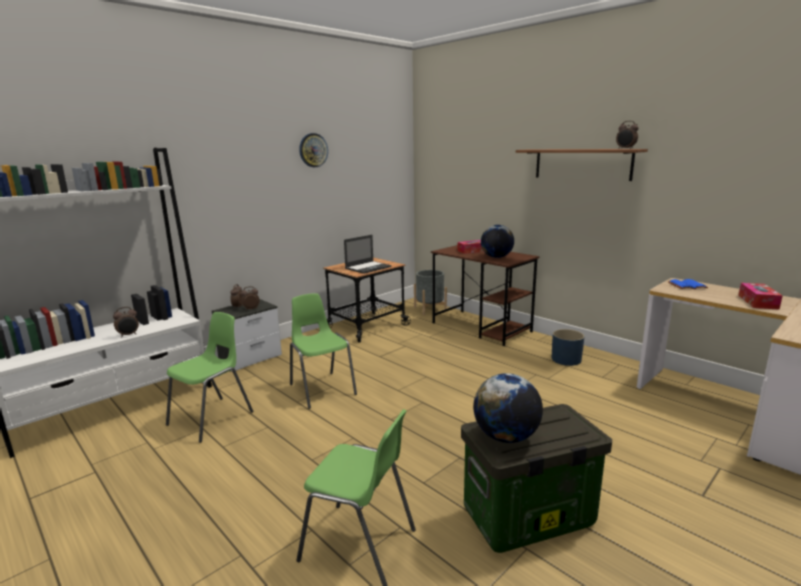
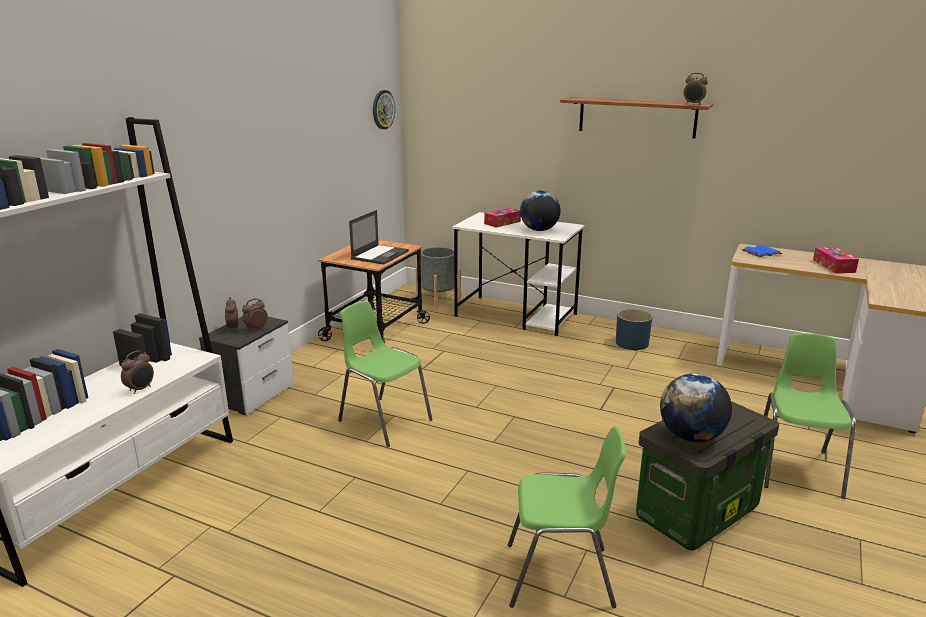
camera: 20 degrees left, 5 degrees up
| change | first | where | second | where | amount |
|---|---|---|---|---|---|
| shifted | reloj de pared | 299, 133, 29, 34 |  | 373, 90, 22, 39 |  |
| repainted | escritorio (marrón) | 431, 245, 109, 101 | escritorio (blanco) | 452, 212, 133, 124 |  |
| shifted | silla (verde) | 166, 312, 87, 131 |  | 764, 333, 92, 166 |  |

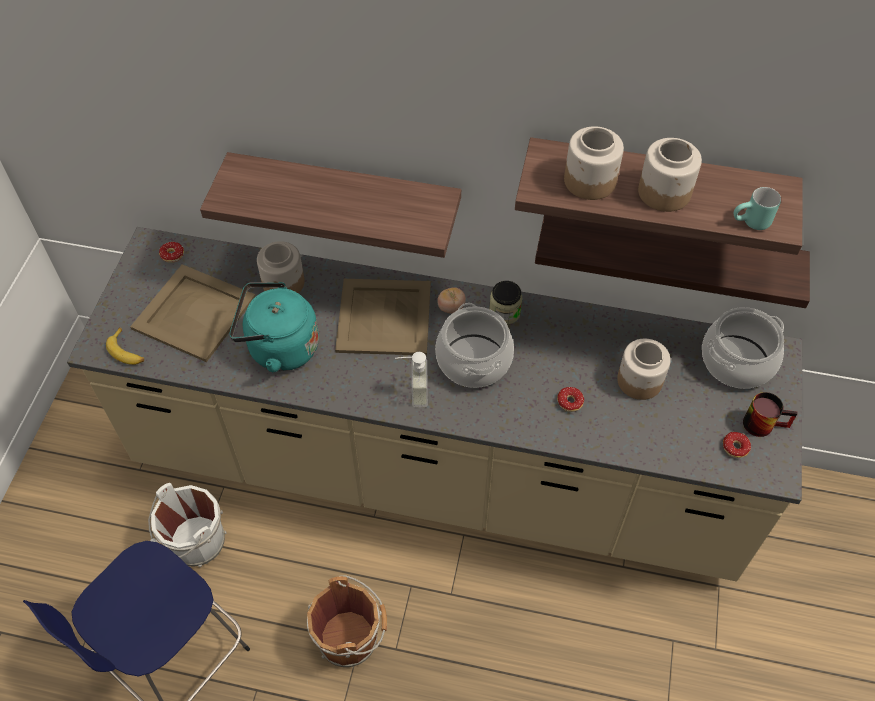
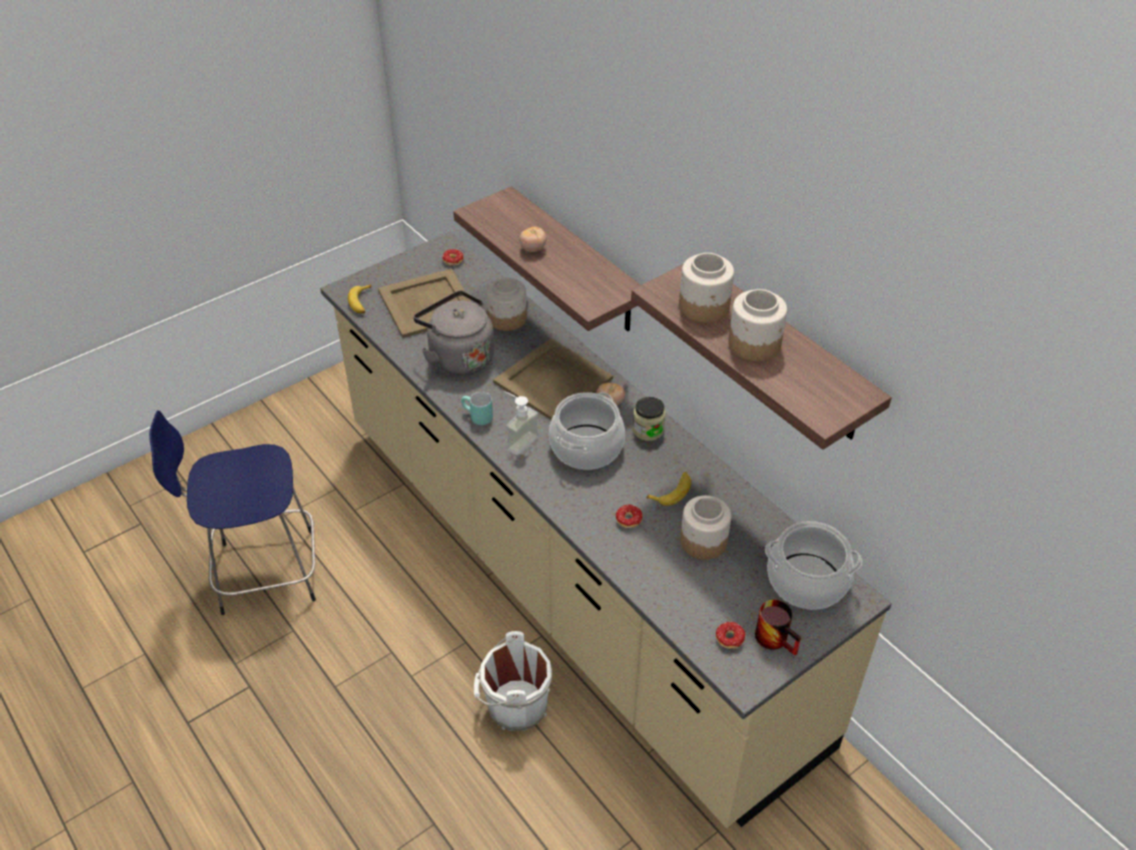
camera: 40 degrees right, 10 degrees down
| change | first | where | second | where | amount |
|---|---|---|---|---|---|
| repainted | hervidor (turquesa) | 230, 282, 89, 90 | hervidor (gris) | 413, 291, 82, 85 |  |
| shifted | taza grande (turquesa) | 734, 187, 47, 43 |  | 461, 392, 32, 33 |  |
| shifted | cubo (blanco) | 148, 483, 79, 84 |  | 474, 631, 78, 100 |  |
| new |  |  | tomate | 519, 227, 27, 25 |  |
| new |  |  | plátano | 646, 472, 45, 34 |  |
| gone | cubo (marrón) | 307, 575, 80, 92 |  |  |  |
| gone | estante | 535, 215, 275, 93 |  |  |  |

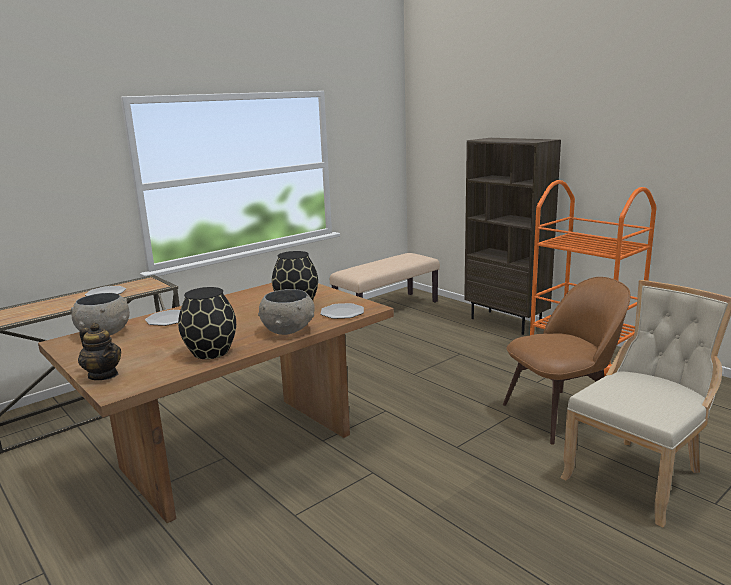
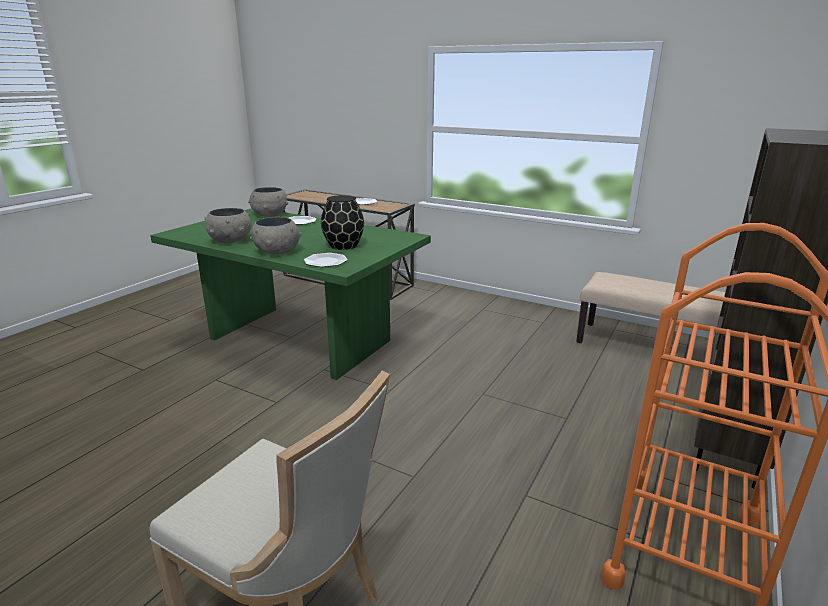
camera: 70 degrees right, 5 degrees up
| change | first | where | second | where | amount |
|---|---|---|---|---|---|
| repainted | mesa de comedor (marrón) | 38, 283, 356, 240 | mesa de comedor (verde) | 150, 208, 281, 172 |  |
| swapped | florero (negro) | 178, 287, 58, 72 | cuenco (gris) | 205, 208, 46, 35 |  |
| gone | tetera | 78, 323, 43, 57 |  |  |  |
| gone | silla (marrón) | 503, 277, 127, 168 |  |  |  |

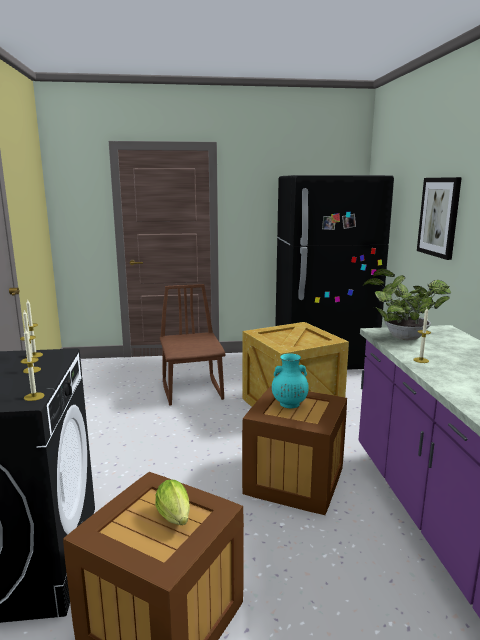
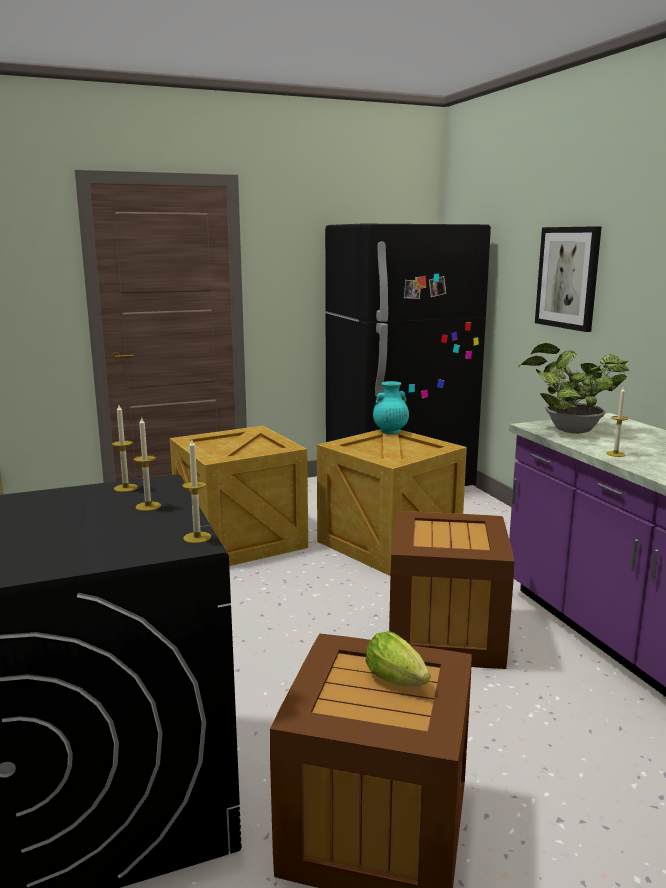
camera: 15 degrees left, 0 degrees up
| change | first | where | second | where | amount |
|---|---|---|---|---|---|
| swapped | silla (marrón) | 160, 284, 65, 122 | caja de embalaje | 170, 426, 138, 140 |  |
| shifted | florero (turquesa) | 272, 353, 37, 55 |  | 373, 381, 36, 53 |  |

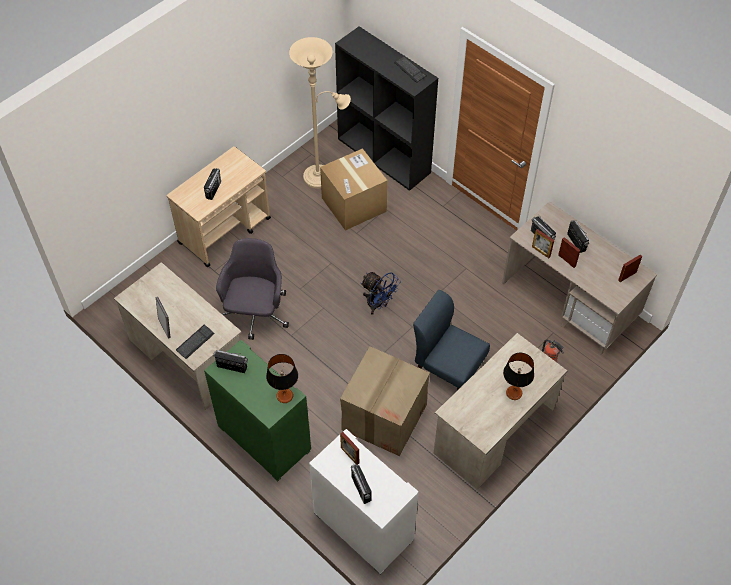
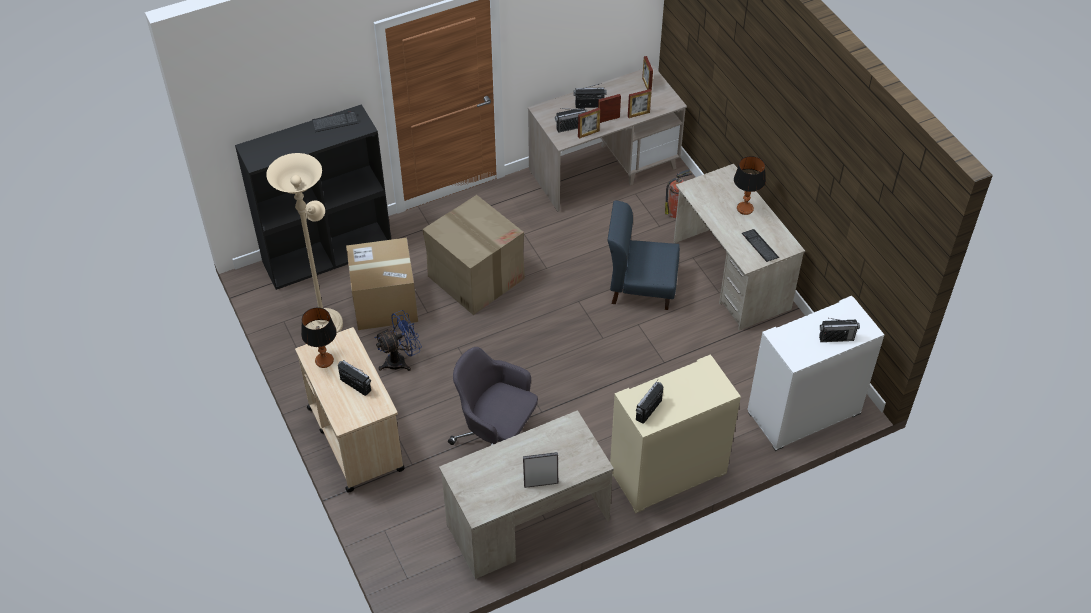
camera: 70 degrees left, 5 degrees down
| change | first | where | second | where | amount |
|---|---|---|---|---|---|
| shifted | lámpara de mesa | 266, 354, 32, 49 |  | 301, 308, 36, 60 |  |
| shifted | ventilador (azul) | 361, 272, 40, 43 |  | 375, 310, 47, 61 |  |
| shifted | caja de cartón | 340, 346, 90, 110 |  | 422, 195, 103, 120 |  |
| rotated | silla (azul) | 413, 290, 77, 100 |  | 608, 200, 72, 110 | 45 degrees clockwise |
| repainted | armario (verde) | 204, 340, 107, 141 | armario (beis) | 610, 355, 131, 158 |  |
| shifted | portarretratos | 340, 432, 19, 33 |  | 628, 89, 24, 29 |  |
| shifted | teclado | 176, 325, 39, 34 |  | 742, 229, 37, 33 |  |

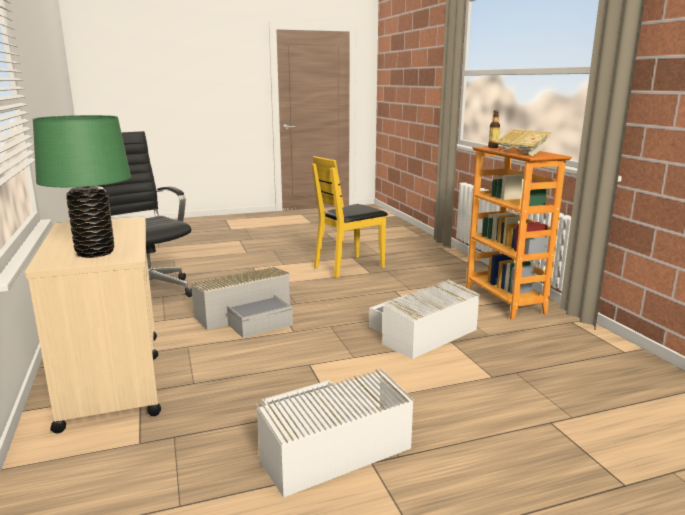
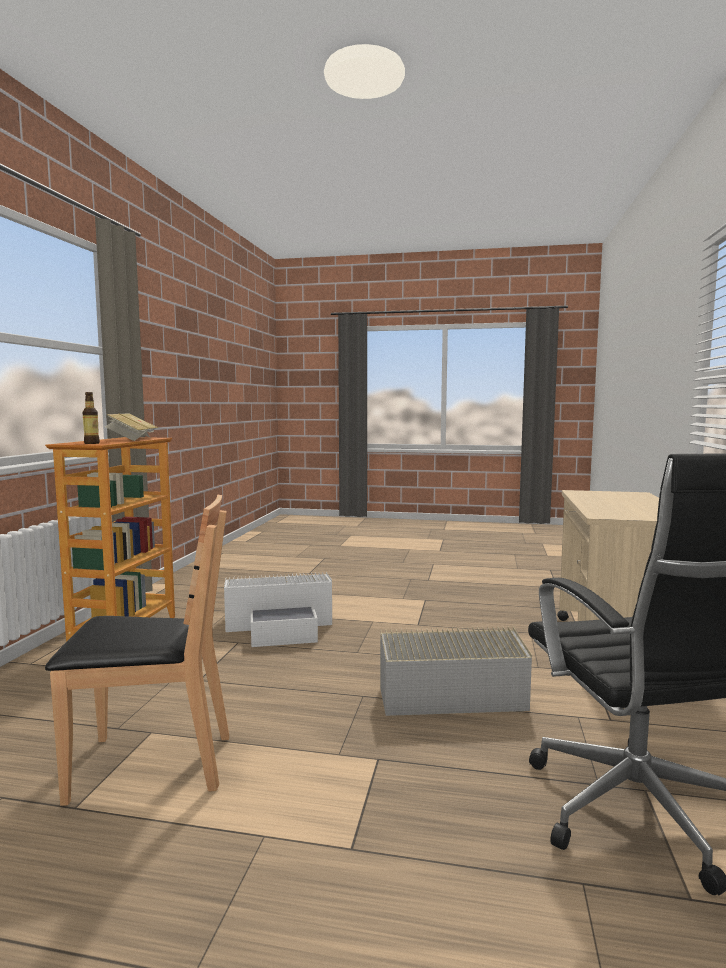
camera: 150 degrees left, 10 degrees down
| change | first | where | second | where | amount |
|---|---|---|---|---|---|
| repainted | silla (amarillo) | 312, 156, 76, 122 | silla (marrón) | 45, 494, 184, 312 |  |
| gone | lámpara de mesa (verde) | 33, 115, 98, 143 |  |  |  |
| gone | caja de almacenaje (blanco) | 256, 368, 158, 130 |  |  |  |

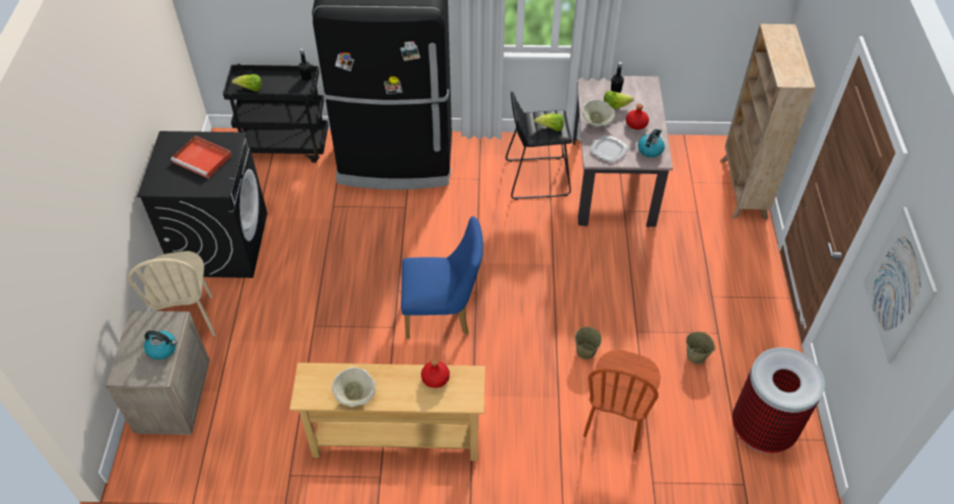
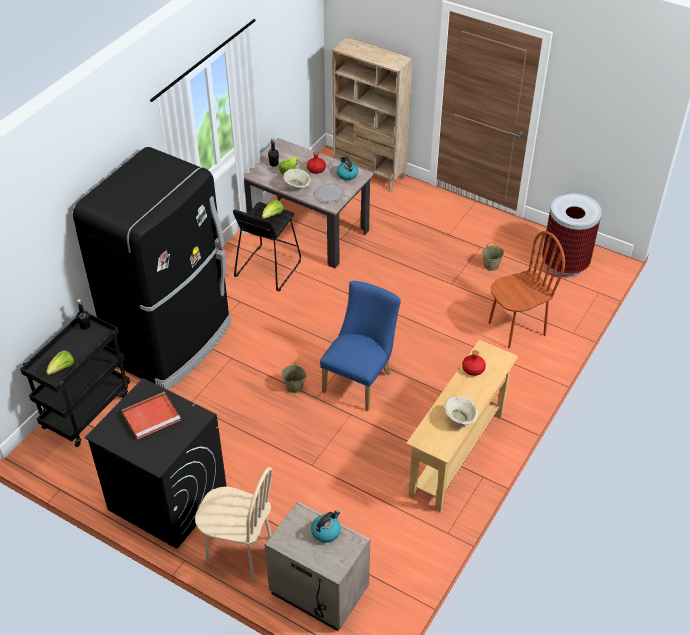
camera: 60 degrees left, 5 degrees down
| change | first | where | second | where | amount |
|---|---|---|---|---|---|
| shifted | cubo (beis) | 575, 327, 27, 33 |  | 281, 362, 26, 31 |  |
| rotated | silla (marrón) | 583, 350, 77, 103 |  | 489, 231, 76, 117 | 75 degrees counterclockwise |
| gone | cuadro | 863, 207, 75, 156 |  |  |  |

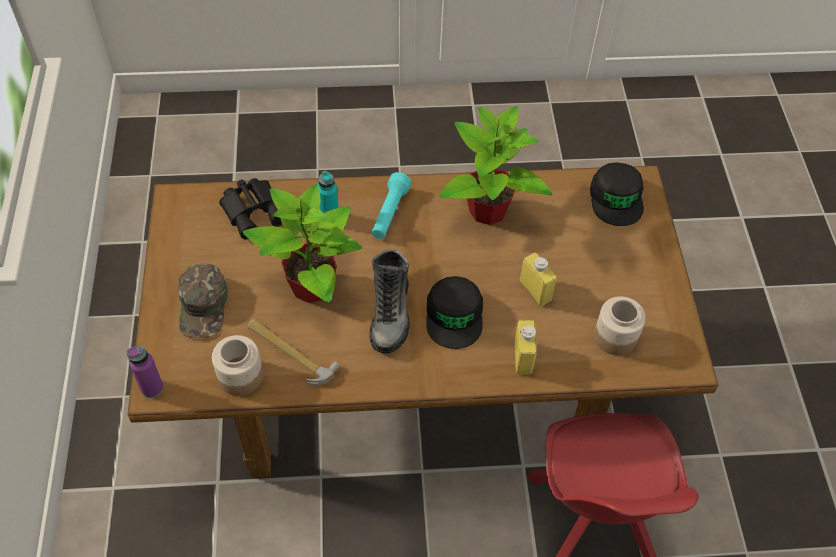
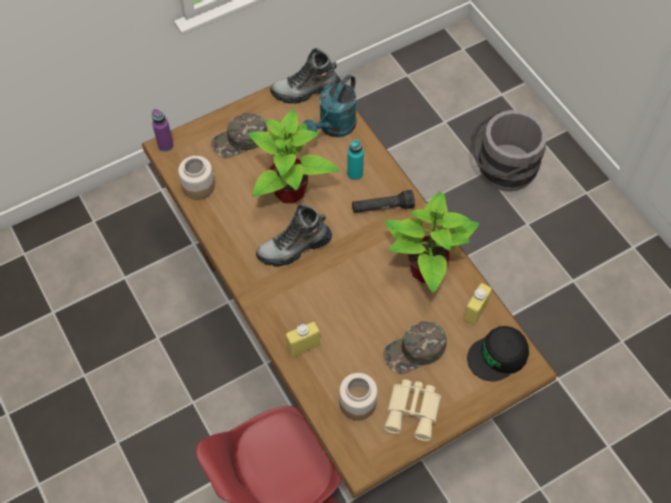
camera: 65 degrees right, 5 degrees up
| change | first | where | second | where | amount |
|---|---|---|---|---|---|
| new |  |  | bota | 270, 48, 71, 56 |  |
| swapped | prismáticos (negro) | 219, 178, 63, 61 | regadera (turquesa) | 302, 74, 55, 63 |  |
| repainted | linterna (turquesa) | 372, 172, 40, 67 | linterna (negro) | 352, 190, 63, 23 |  |
| new |  |  | gorra (verde) | 383, 321, 64, 53 |  |
| new |  |  | prismáticos (beis) | 384, 379, 58, 62 |  |
| shifted | botella (amarillo) | 519, 253, 38, 53 |  | 463, 283, 29, 43 |  |
| new |  |  | cubo (gris) | 471, 110, 76, 82 |  |
| gone | martillo | 248, 319, 92, 66 |  |  |  |
| gone | gorra (negro) | 426, 276, 57, 73 |  |  |  |

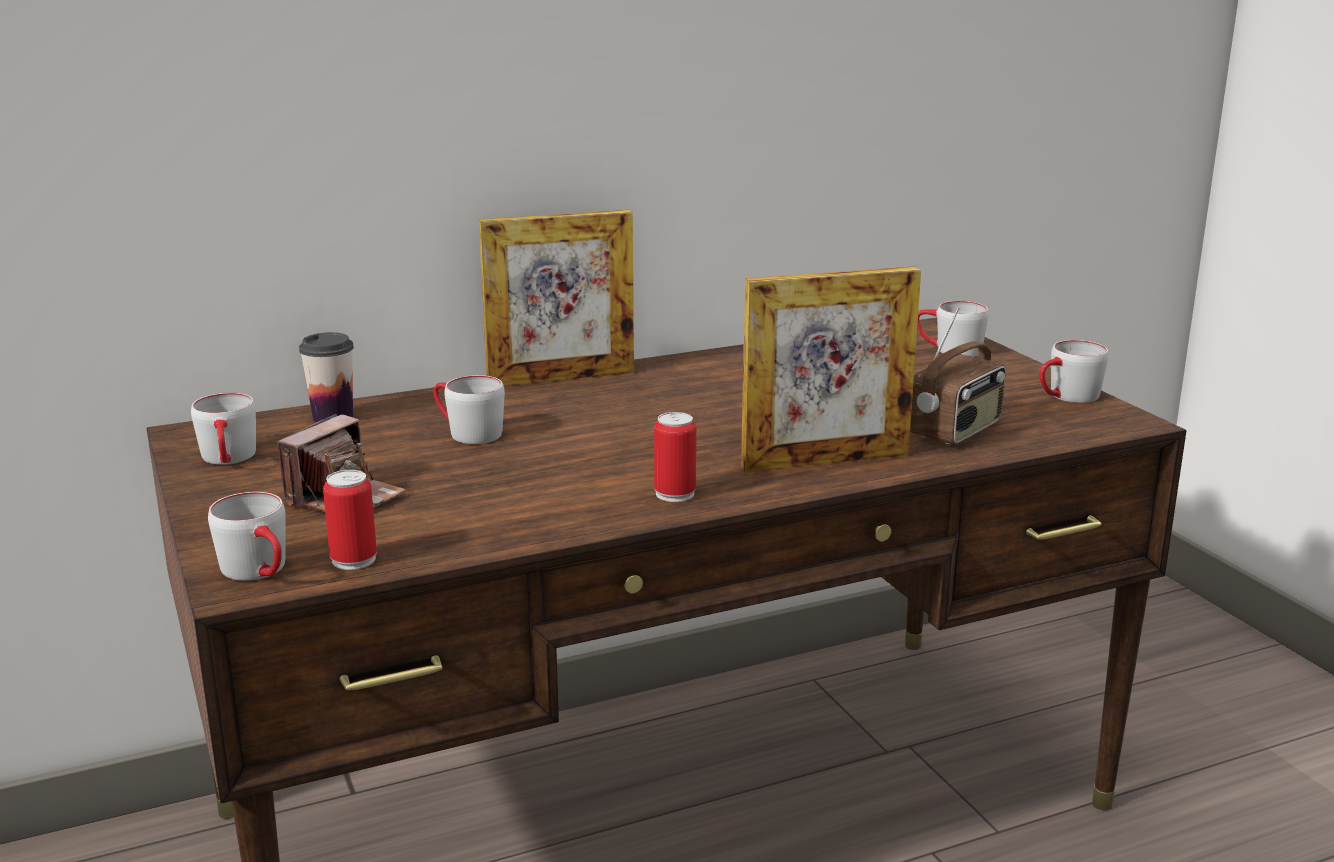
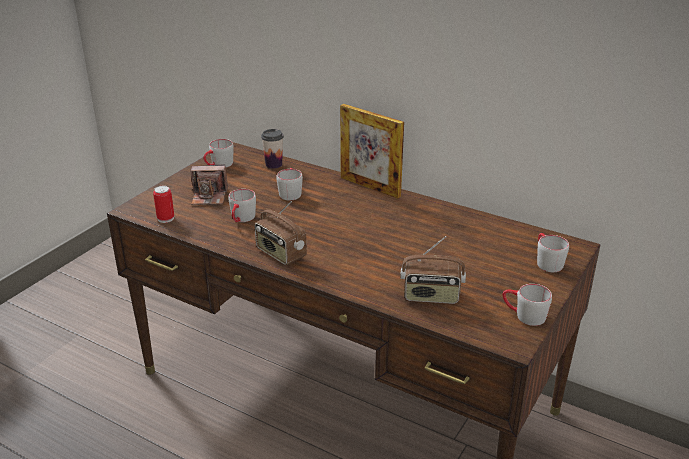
camera: 55 degrees right, 10 degrees up
| change | first | where | second | where | amount |
|---|---|---|---|---|---|
| shifted | taza grande (gris) | 208, 492, 78, 89 |  | 228, 189, 28, 33 |  |
| swapped | lata | 654, 412, 42, 90 | radio | 255, 201, 52, 64 |  |
| gone | portarretratos | 741, 266, 180, 206 |  |  |  |

